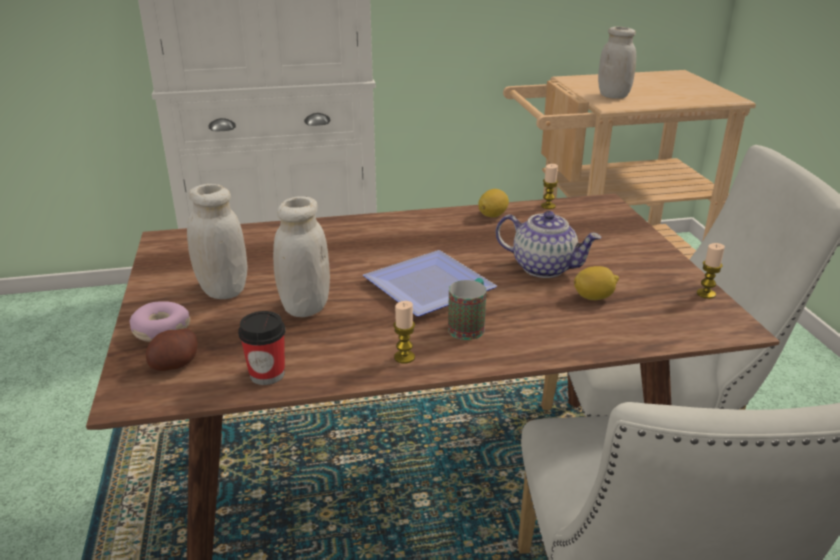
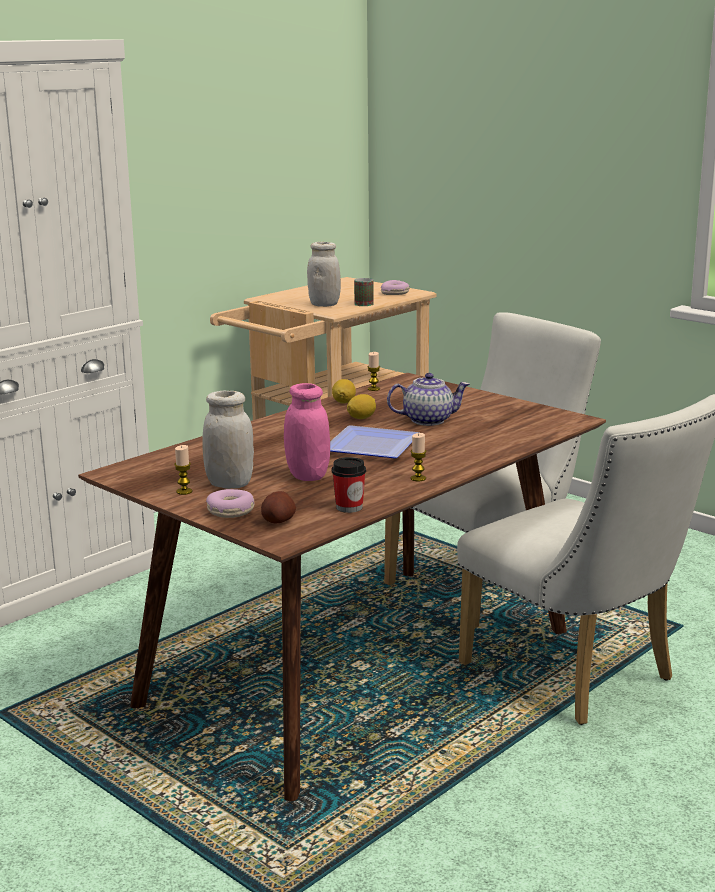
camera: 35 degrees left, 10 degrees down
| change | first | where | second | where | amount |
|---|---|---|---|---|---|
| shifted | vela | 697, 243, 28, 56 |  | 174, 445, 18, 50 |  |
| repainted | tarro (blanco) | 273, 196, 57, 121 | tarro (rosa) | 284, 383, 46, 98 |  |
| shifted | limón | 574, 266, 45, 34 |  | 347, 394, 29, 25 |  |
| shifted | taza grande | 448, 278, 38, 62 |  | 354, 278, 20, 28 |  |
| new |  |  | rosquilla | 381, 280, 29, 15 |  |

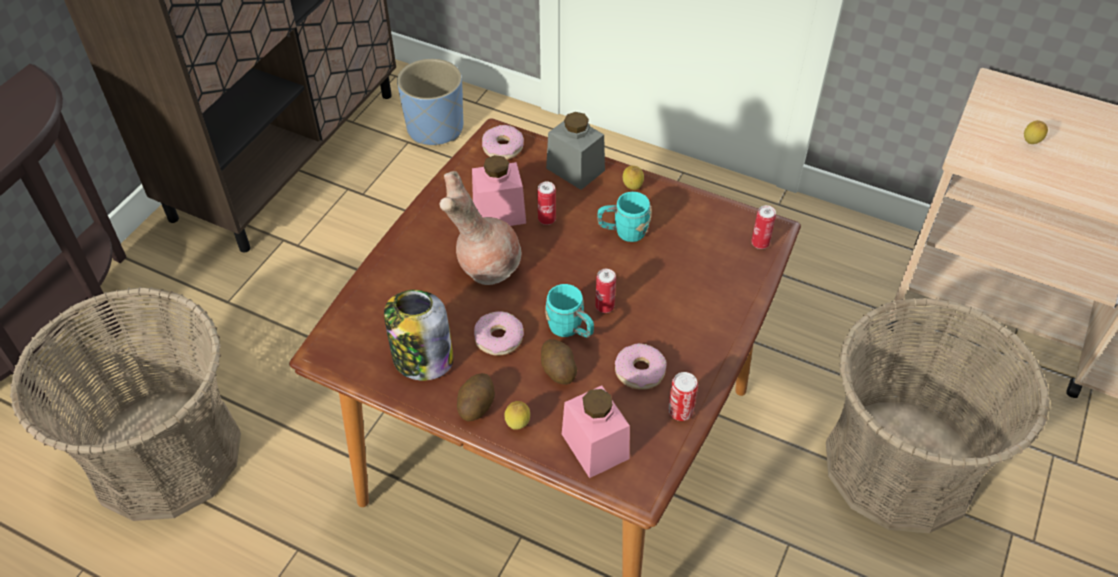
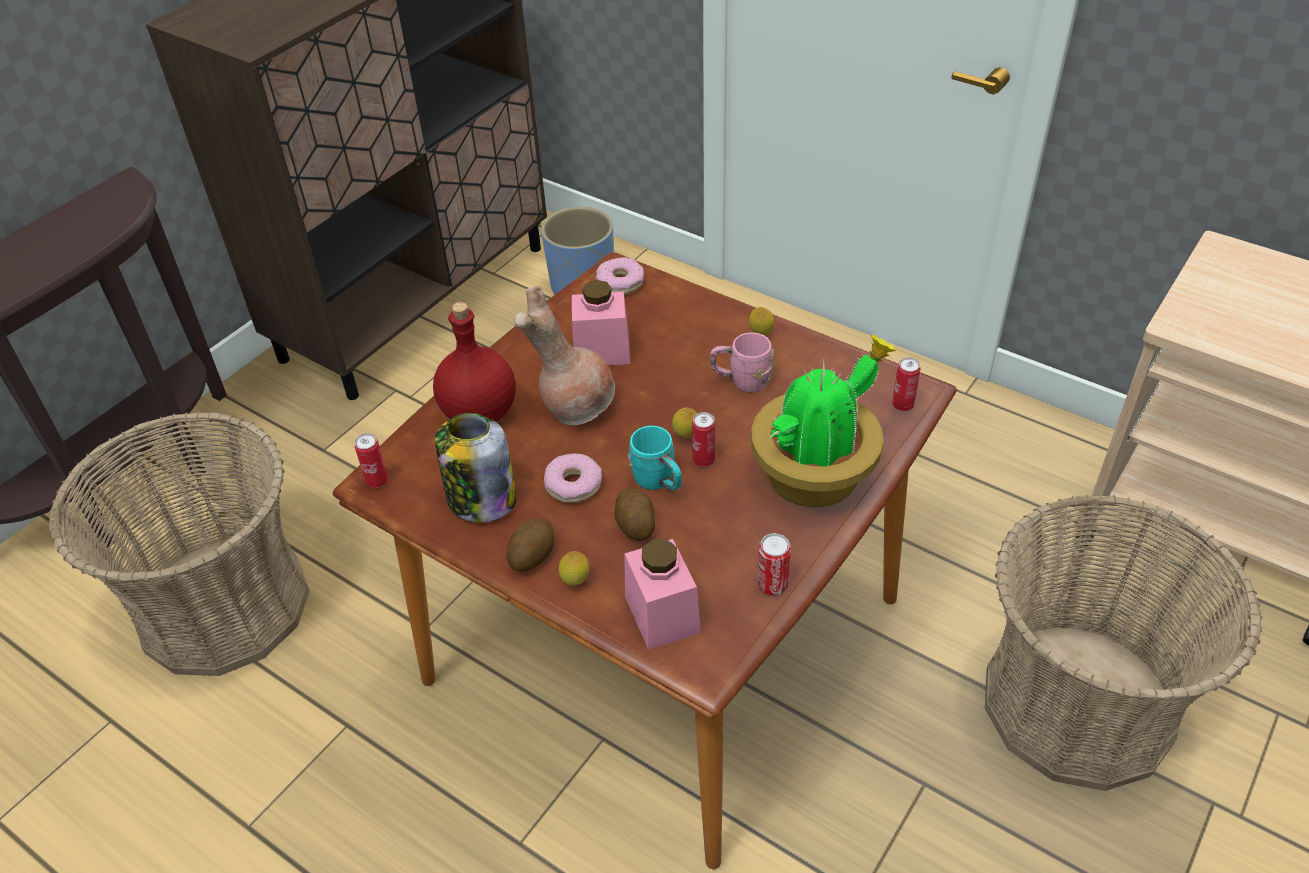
camera: 10 degrees right, 5 degrees down
| change | first | where | second | where | amount |
|---|---|---|---|---|---|
| shifted | lata | 537, 182, 19, 43 |  | 354, 433, 34, 55 |  |
| new |  |  | botella (rojo) | 433, 302, 83, 120 |  |
| shifted | limón | 1024, 120, 24, 24 |  | 672, 407, 25, 31 |  |
| repainted | taza grande (turquesa) | 597, 192, 55, 50 | taza grande (rosa) | 710, 332, 64, 61 |  |
| new |  |  | planta en maceta | 751, 334, 146, 173 |  |
| gone | tarro (gris) | 546, 112, 59, 78 |  |  |  |
| gone | rosquilla | 615, 343, 52, 47 |  |  |  |

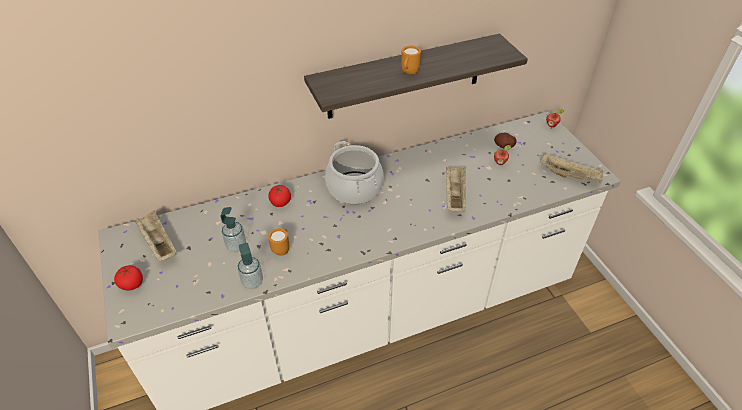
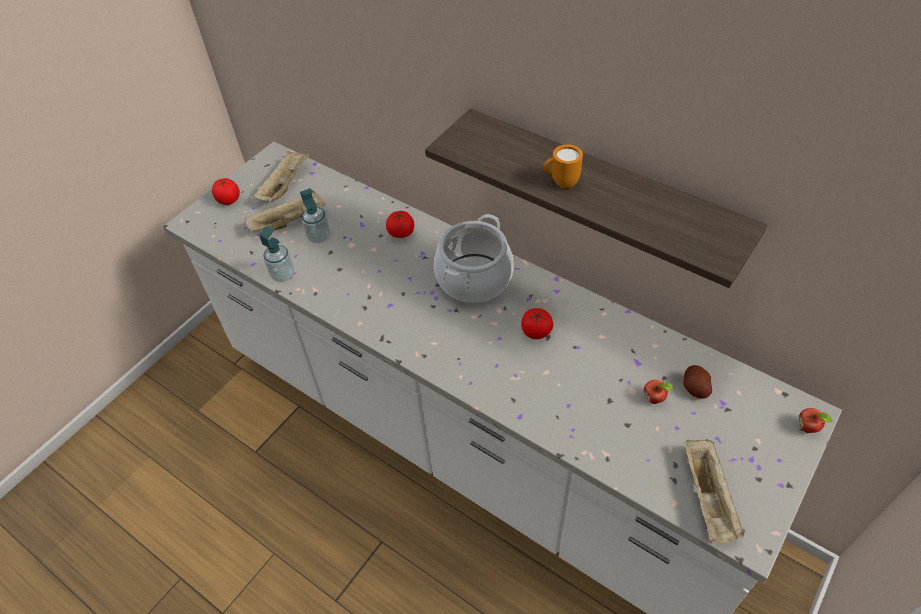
camera: 60 degrees right, 5 degrees up
| change | first | where | second | where | amount |
|---|---|---|---|---|---|
| shifted | bandeja (beis) | 446, 167, 20, 45 |  | 245, 190, 81, 42 |  |
| new |  |  | tomate | 521, 308, 33, 31 |  |
| gone | taza grande (naranja) | 268, 228, 21, 28 |  |  |  |

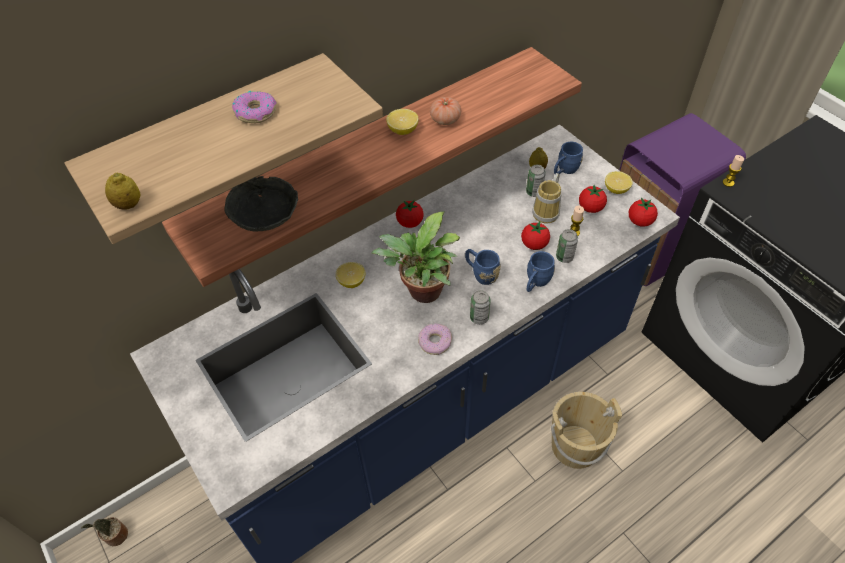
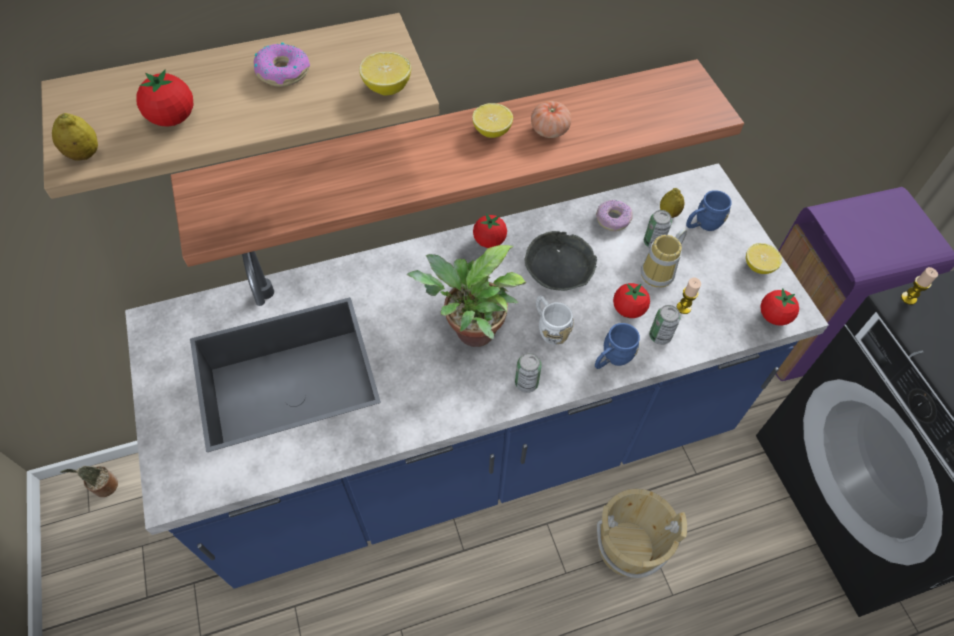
camera: 15 degrees right, 5 degrees up
| change | first | where | second | where | amount |
|---|---|---|---|---|---|
| shifted | tomate | 579, 185, 28, 28 |  | 136, 69, 57, 58 |  |
| shifted | limón | 336, 262, 29, 26 |  | 359, 52, 52, 44 |  |
| shifted | cuenco (gris) | 224, 176, 75, 56 |  | 525, 231, 72, 60 |  |
| repainted | taza grande (azul) | 465, 249, 36, 36 | taza grande (blanco) | 536, 295, 38, 50 |  |
| shifted | rosquilla | 418, 324, 34, 31 |  | 596, 200, 37, 31 |  |

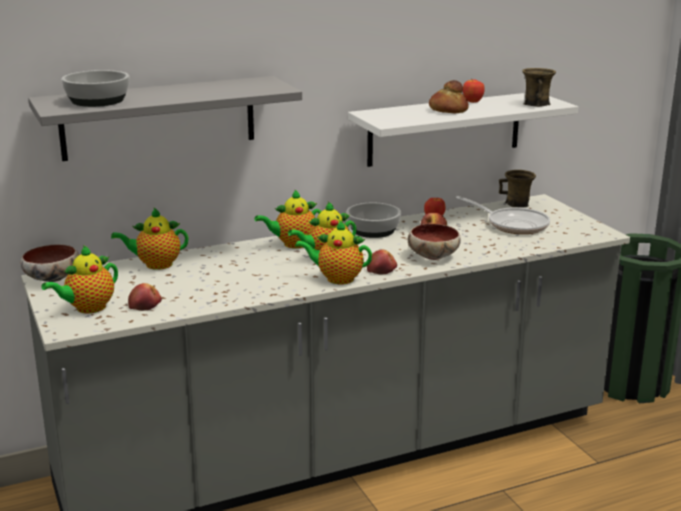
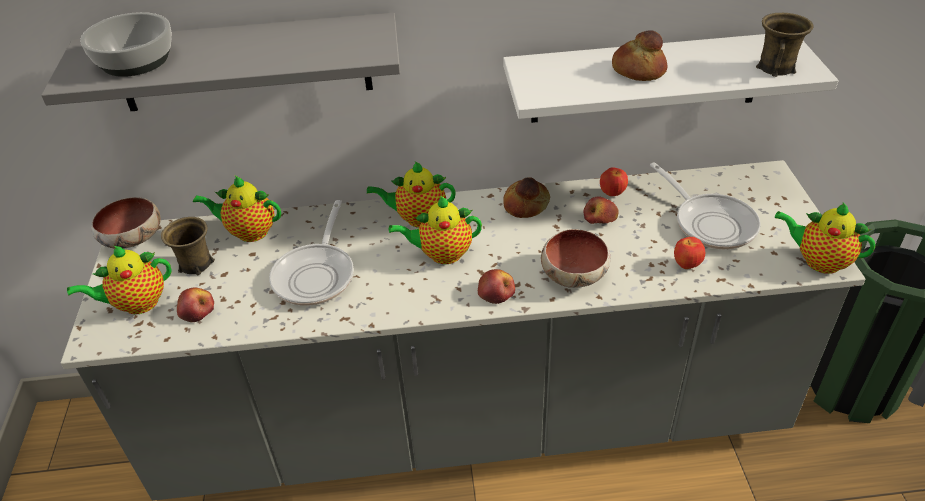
camera: 20 degrees right, 20 degrees up
| change | first | where | second | where | amount |
|---|---|---|---|---|---|
| shifted | taza grande (marrón) | 499, 170, 37, 37 |  | 161, 217, 54, 58 |  |
| new |  |  | sartén | 269, 200, 85, 106 |  |
| swapped | cuenco | 346, 203, 55, 35 | pan | 503, 177, 47, 41 |  |
| shifted | manzana | 463, 79, 22, 24 |  | 674, 237, 31, 32 |  |
| shifted | tetera | 295, 220, 77, 64 |  | 775, 202, 100, 72 |  |

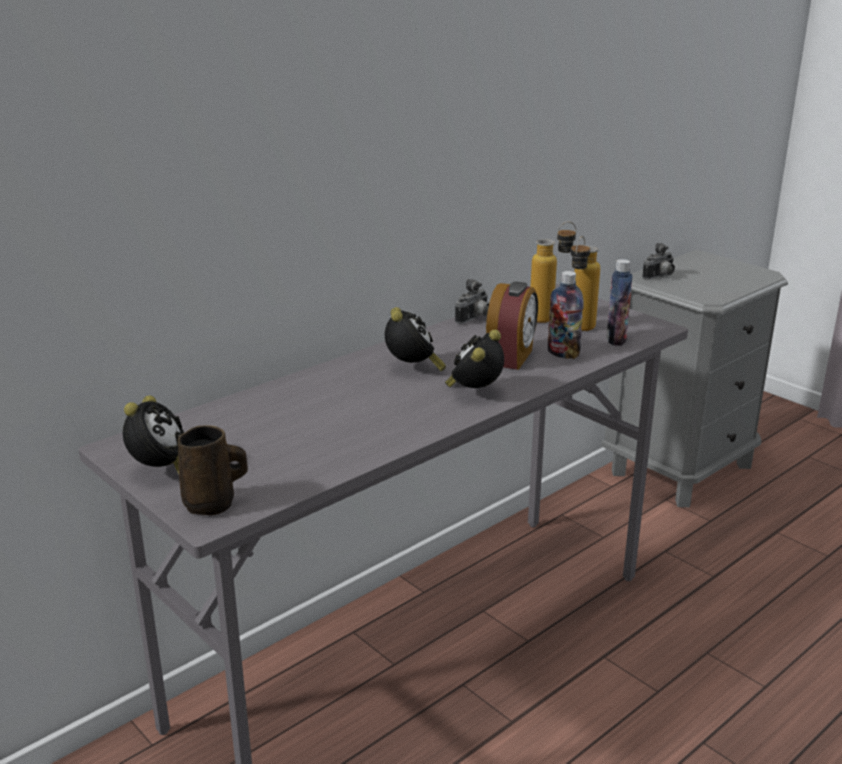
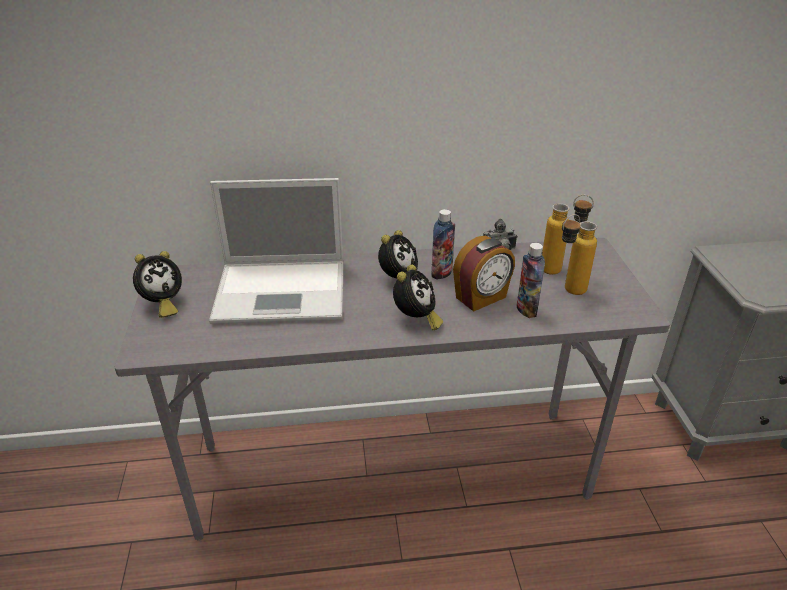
camera: 35 degrees right, 10 degrees up
| change | first | where | second | where | amount |
|---|---|---|---|---|---|
| new |  |  | portátil | 209, 178, 134, 146 |  |
| rotated | despertador | 445, 330, 59, 58 |  | 393, 265, 50, 65 | 135 degrees clockwise |
| shifted | botella | 606, 259, 27, 87 |  | 431, 209, 24, 71 |  |
| gone | taza grande (marrón) | 178, 425, 70, 90 |  |  |  |
| gone | cámara | 642, 243, 33, 36 |  |  |  |

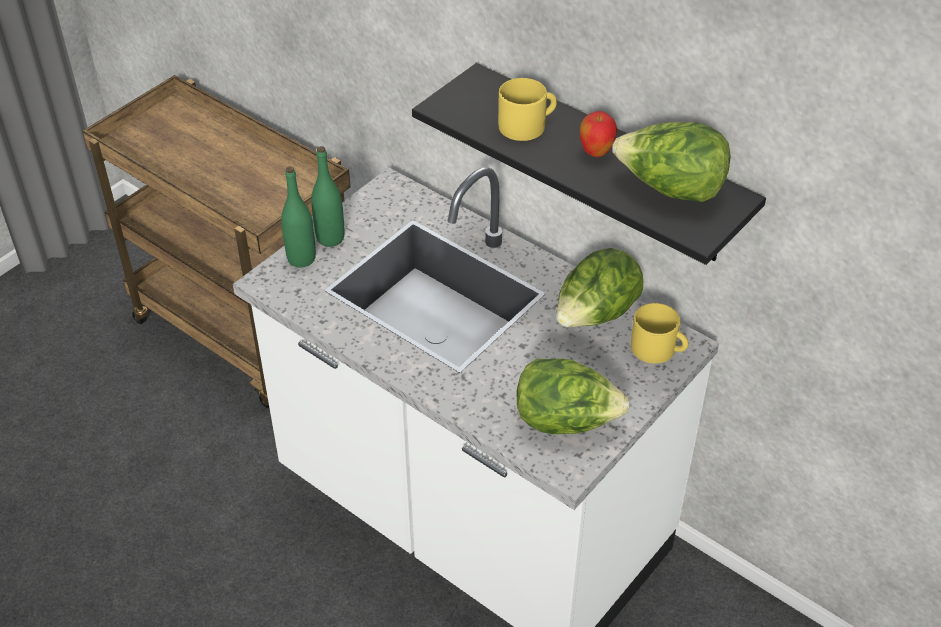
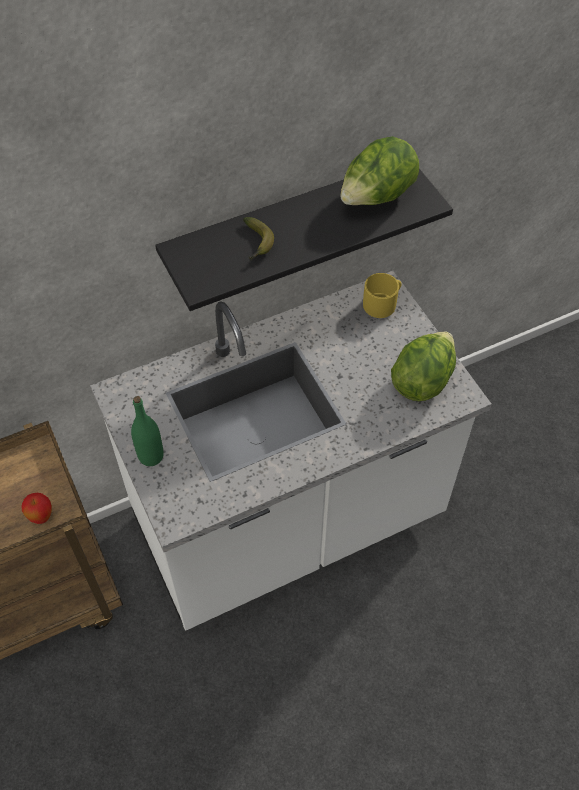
camera: 65 degrees left, 10 degrees up
| change | first | where | second | where | amount |
|---|---|---|---|---|---|
| shifted | manzana | 580, 111, 37, 46 |  | 21, 493, 31, 31 |  |
| swapped | taza grande (amarillo) | 498, 78, 59, 63 | plátano | 243, 217, 31, 44 |  |
| gone | botella (verde) | 281, 166, 35, 101 |  |  |  |
| gone | lechuga | 556, 248, 87, 79 |  |  |  |

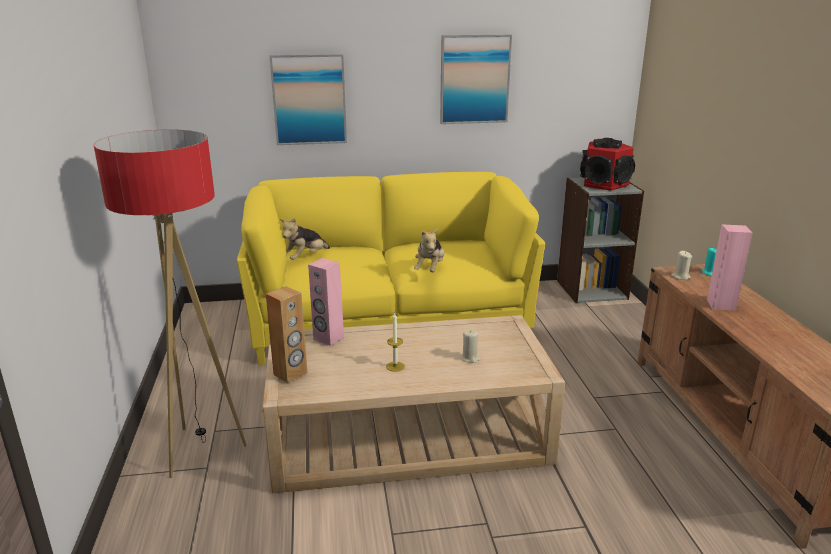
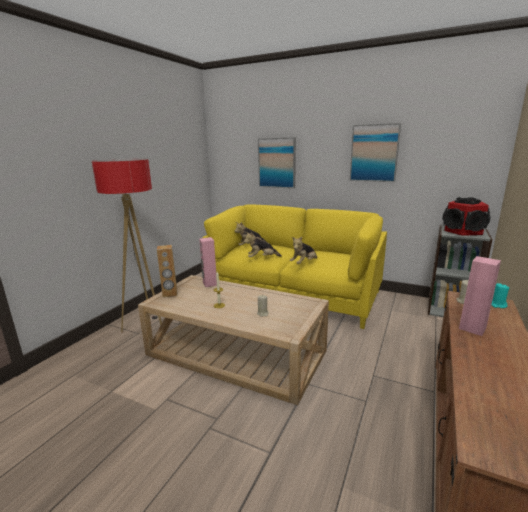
camera: 35 degrees right, 5 degrees down
| change | first | where | second | where | amount |
|---|---|---|---|---|---|
| new |  |  | peluche | 244, 232, 38, 25 |  |

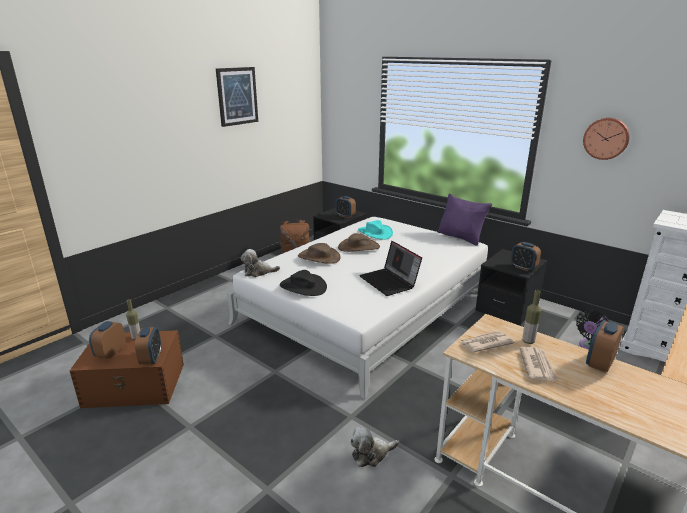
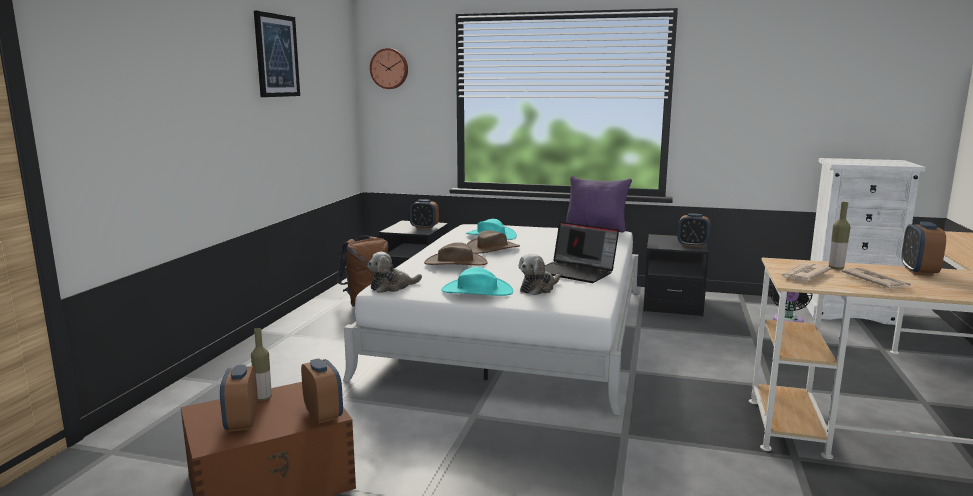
camera: 25 degrees left, 10 degrees down
| change | first | where | second | where | amount |
|---|---|---|---|---|---|
| shifted | reloj de pared | 583, 118, 47, 42 |  | 370, 48, 38, 41 |  |
| repainted | sombrero (negro) | 280, 270, 47, 26 | sombrero (turquesa) | 441, 267, 72, 29 |  |
| shifted | peluche | 350, 426, 49, 41 |  | 519, 254, 41, 41 |  |

